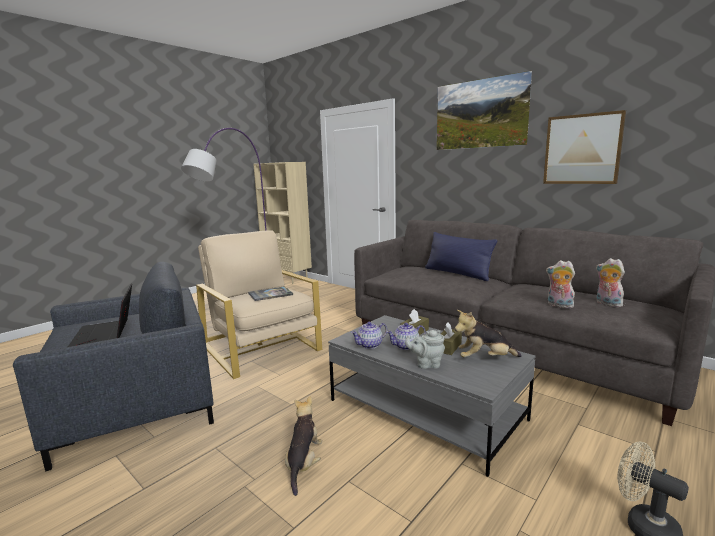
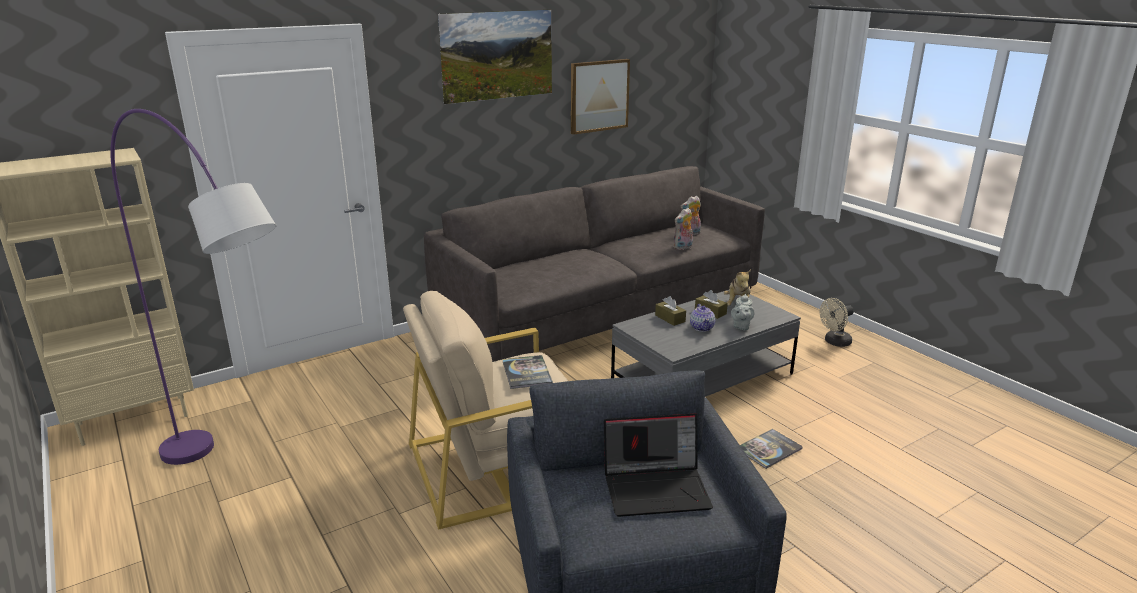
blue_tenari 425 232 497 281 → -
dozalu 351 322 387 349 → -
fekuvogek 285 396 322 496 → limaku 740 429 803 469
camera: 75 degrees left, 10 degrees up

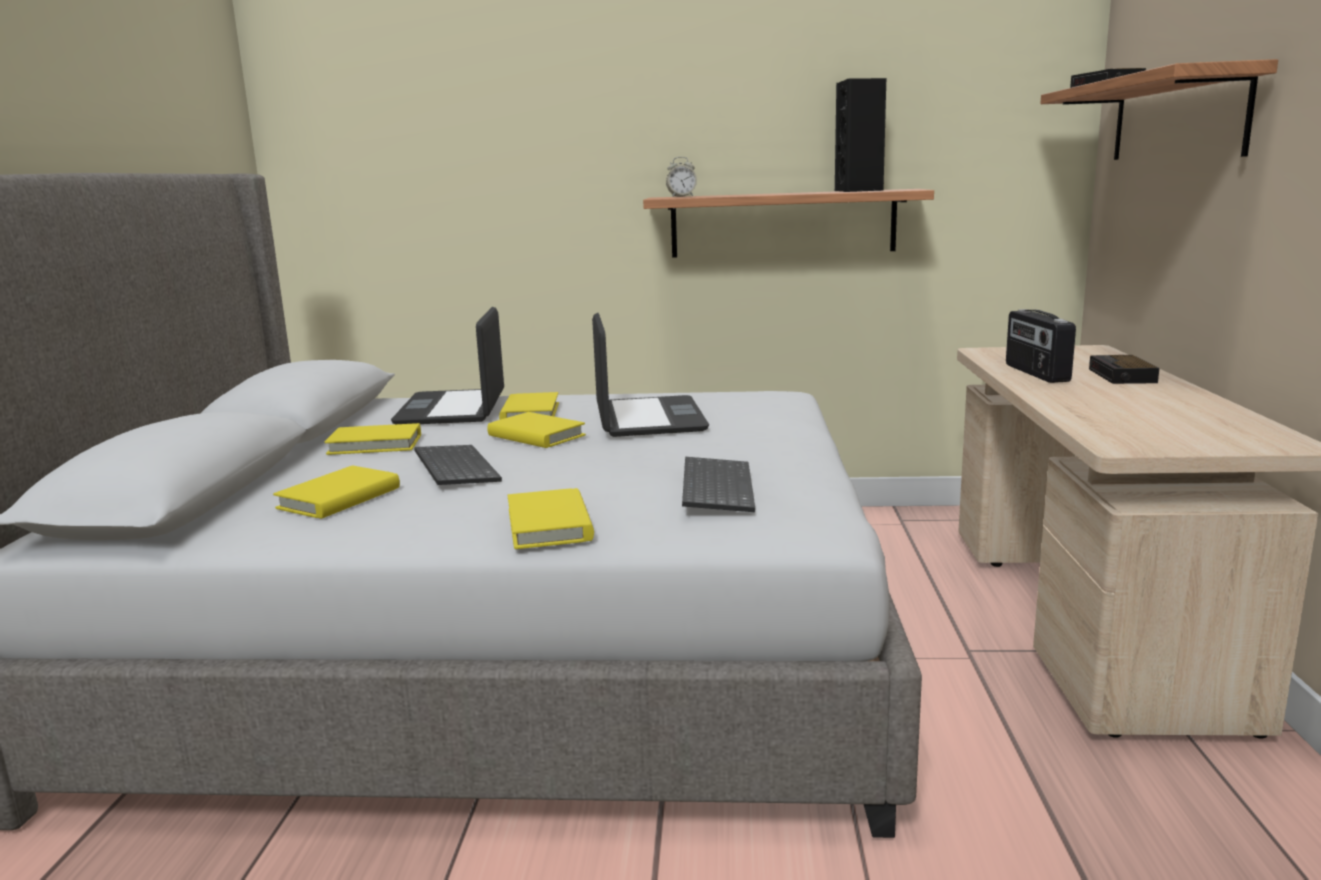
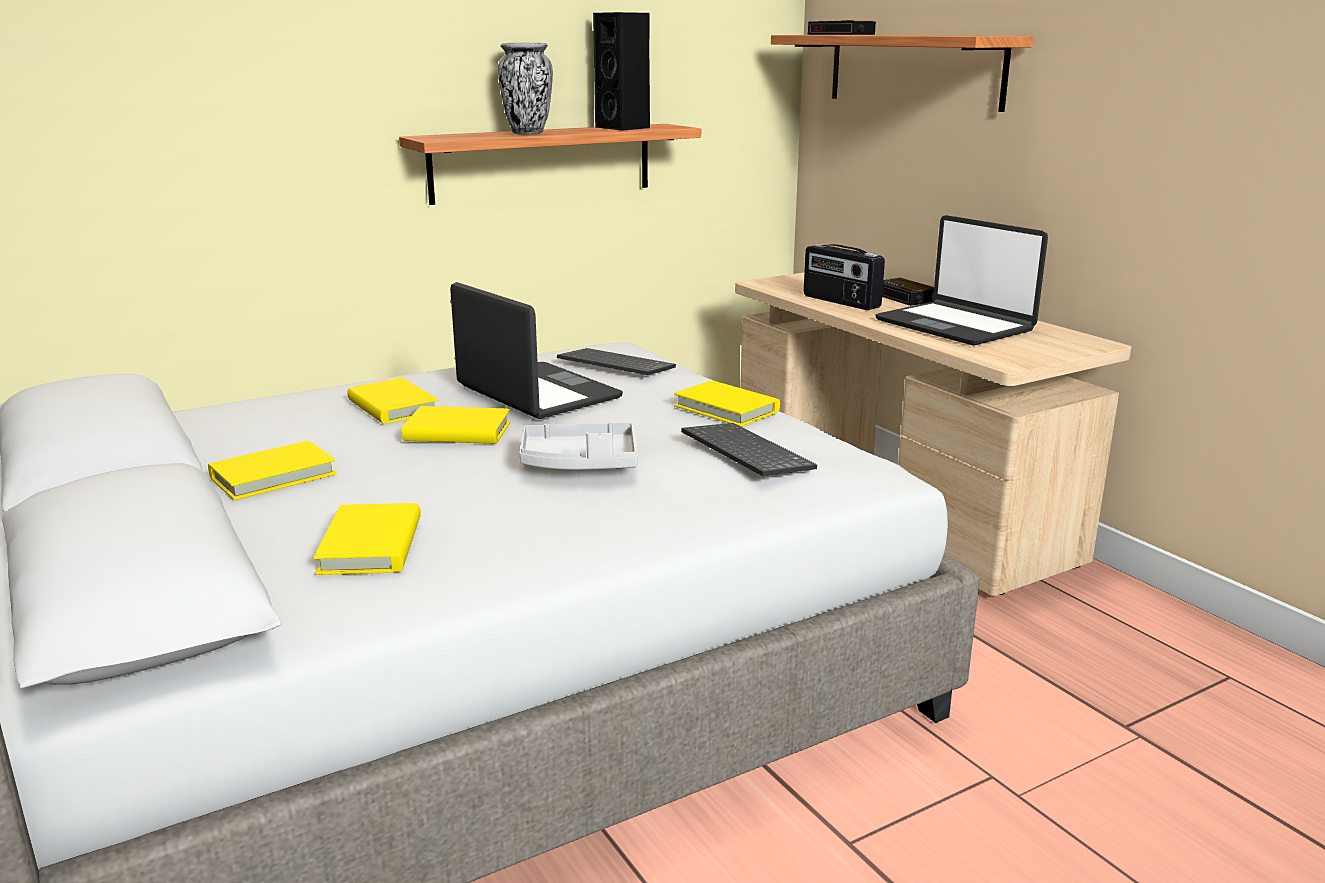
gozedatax 666 157 697 197 → -
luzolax 391 307 504 424 → luzolax 875 215 1048 346, relocated
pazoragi 415 445 502 485 → pazoragi 557 348 676 375, relocated
yellow_limaku 508 488 594 549 → yellow_limaku 674 380 780 427, relocated
- → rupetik 498 43 553 134
- → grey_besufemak 520 422 638 470
camera: 35 degrees left, 5 degrees up

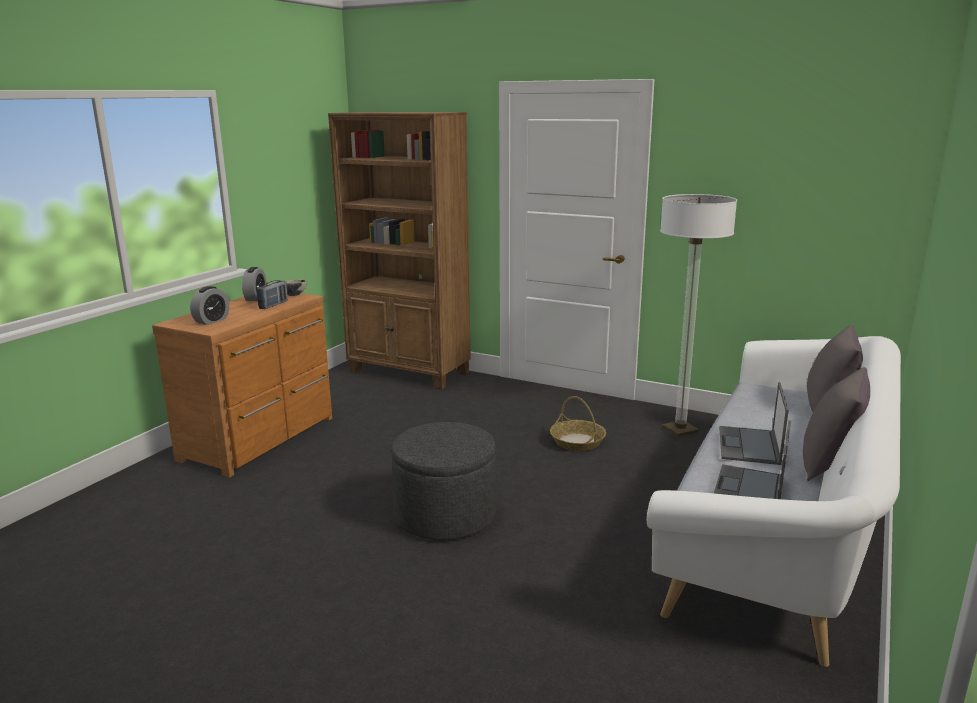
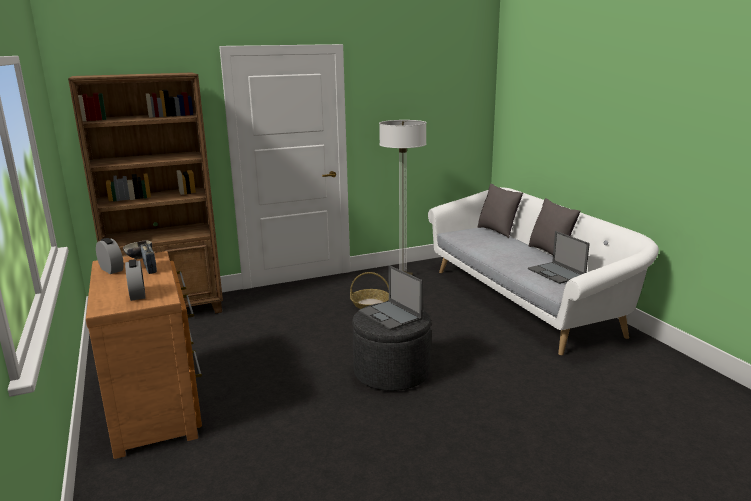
luzolax 719 382 789 465 → luzolax 359 265 423 330, relocated
camera: 50 degrees left, 0 degrees up

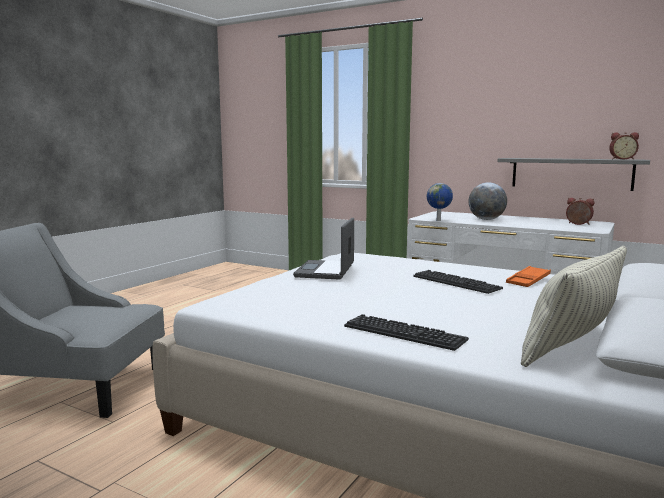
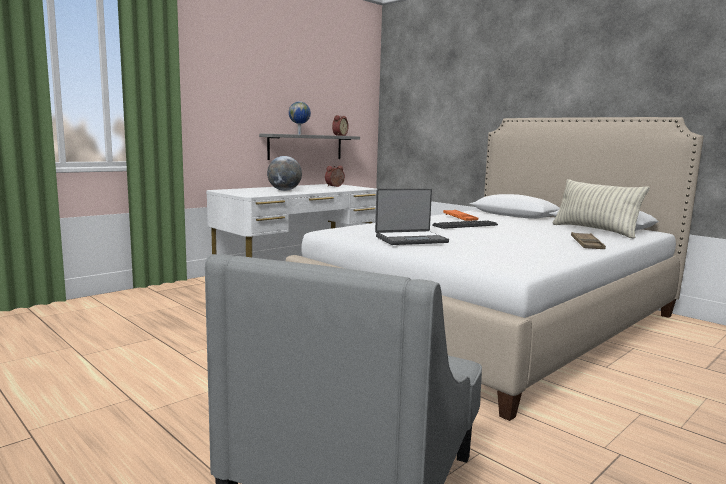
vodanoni 427 183 453 221 → vodanoni 289 102 311 134, relocated
luzolax 293 218 354 280 → luzolax 375 189 449 245, 45 degrees counterclockwise
pazoragi 344 314 469 351 → brown_besufemak 571 232 606 249
camera: 75 degrees left, 0 degrees up

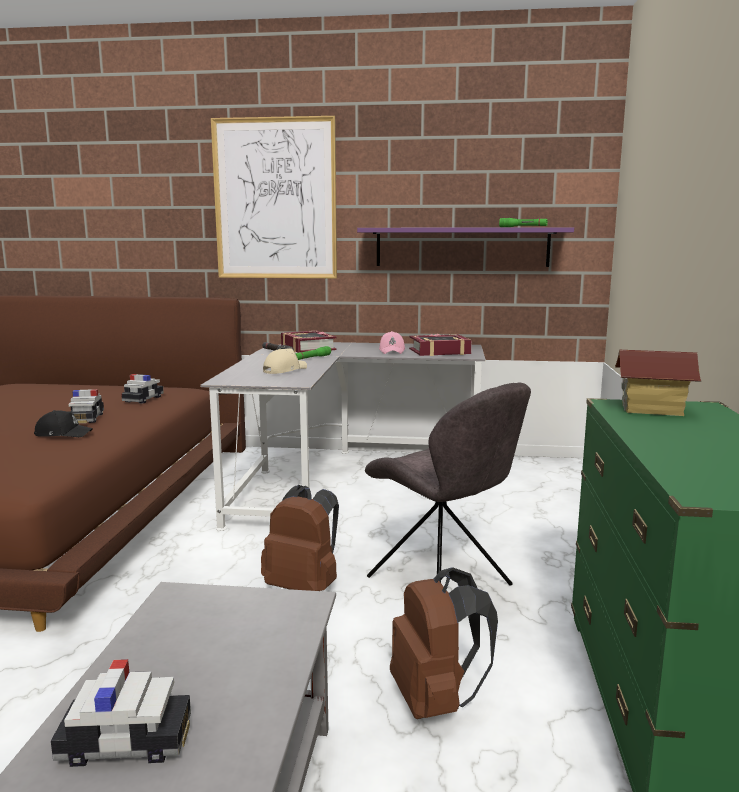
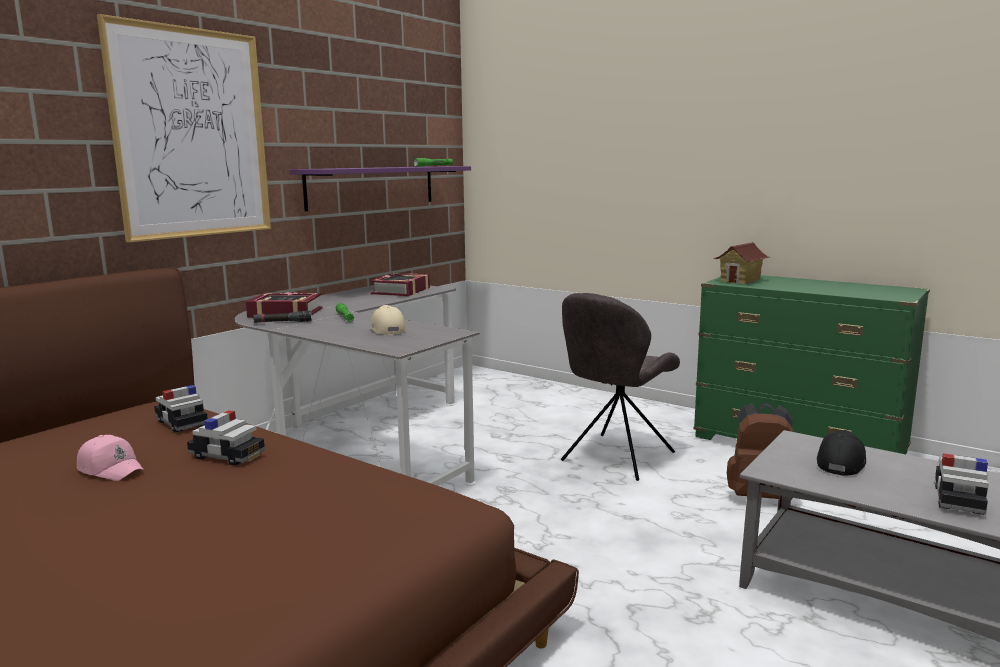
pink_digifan 379 331 405 354 → pink_digifan 77 435 144 481, relocated
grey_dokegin 365 383 531 586 → grey_dokegin 561 293 680 481, 135 degrees clockwise
black_digifan 34 410 93 437 → black_digifan 817 430 866 476, relocated
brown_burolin 261 485 339 591 → -
camera: 60 degrees left, 0 degrees up

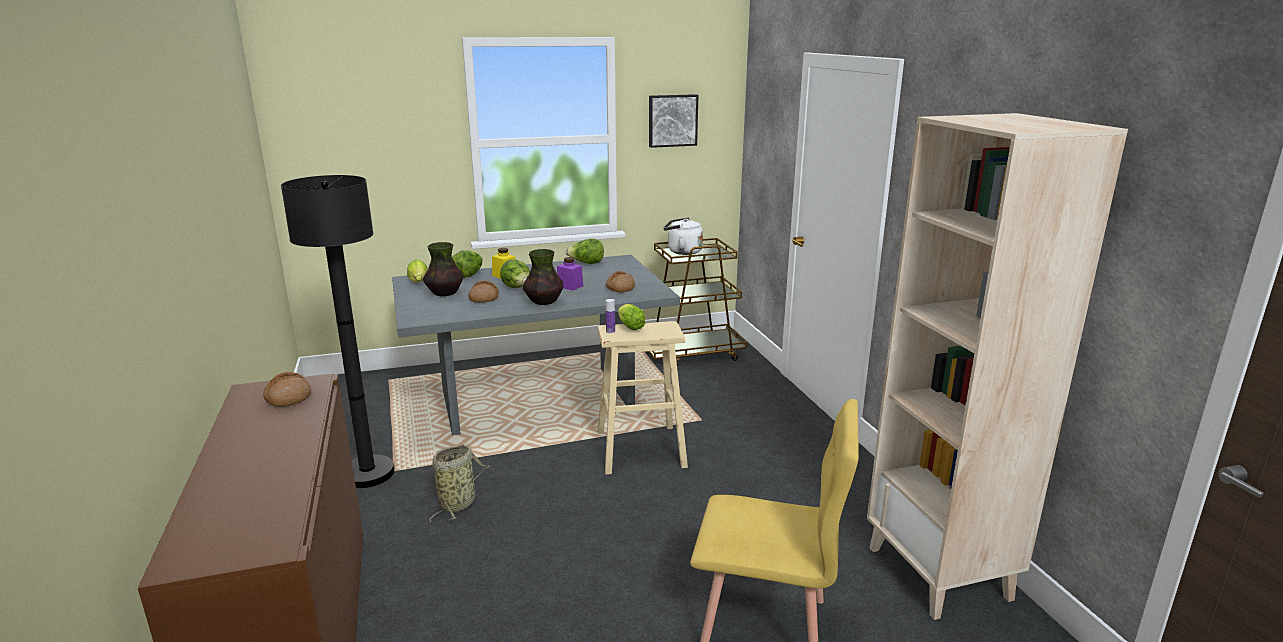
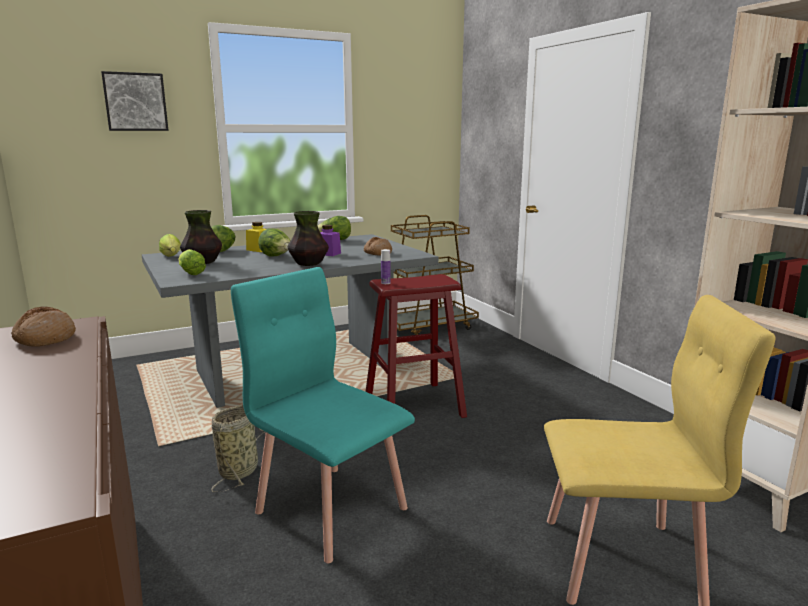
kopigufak 649 94 698 148 → kopigufak 101 71 169 131, relocated
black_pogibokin 281 175 395 488 → -
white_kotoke 663 217 703 255 → -
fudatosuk 468 281 499 303 → -
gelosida 618 304 645 330 → gelosida 178 249 206 275, relocated
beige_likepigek 597 321 688 475 → red_likepigek 365 274 467 418
- → turquoise_dokegin 231 267 415 563
camera: 10 degrees left, 5 degrees down

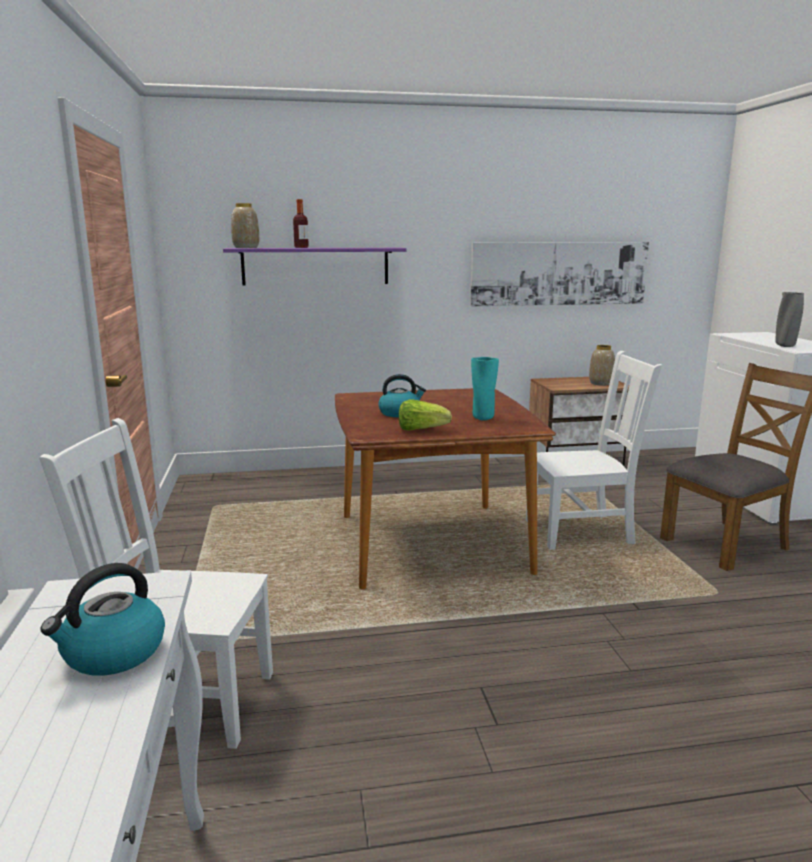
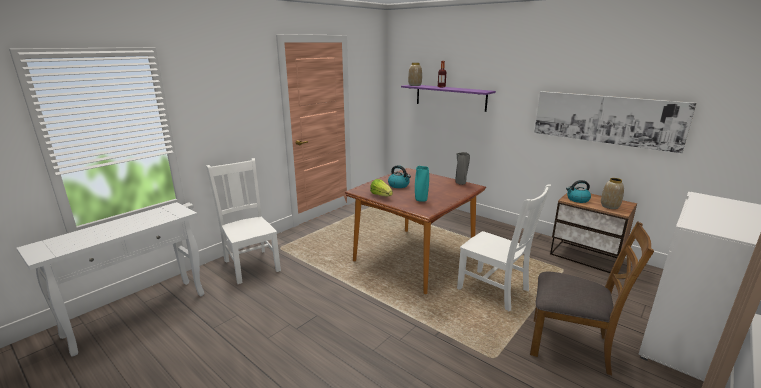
grey_rupetik 775 292 804 347 → grey_rupetik 455 152 470 185, relocated
kotoke 40 563 165 676 → kotoke 566 180 591 203, relocated
camera: 50 degrees right, 5 degrees up

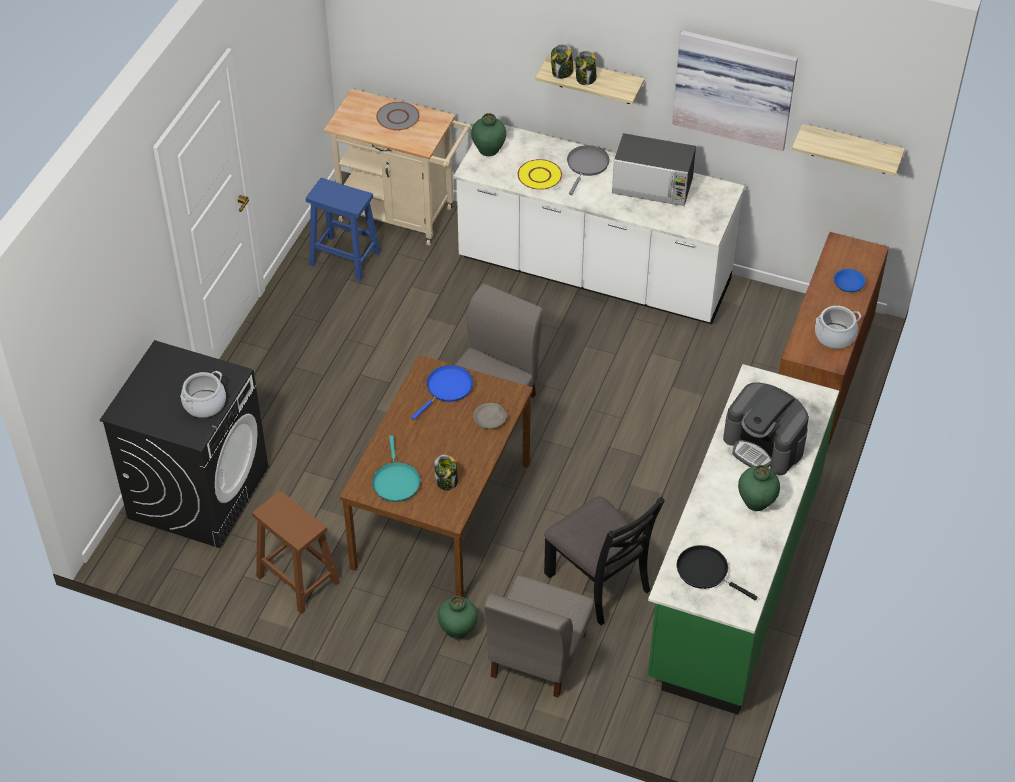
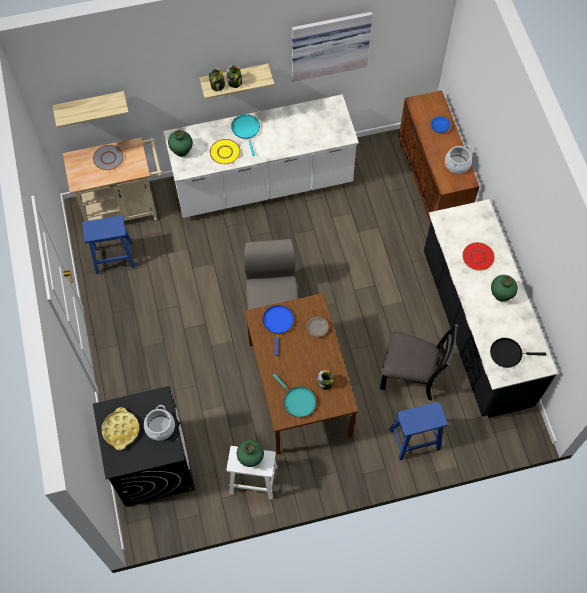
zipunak 792 124 905 176 → zipunak 52 91 129 128, relocated
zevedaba 612 133 696 206 → -
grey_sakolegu 567 145 610 195 → turquoise_sakolegu 231 114 260 156
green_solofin 648 364 839 715 → black_solofin 424 199 558 418
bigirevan 723 382 809 475 → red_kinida 462 242 495 271
brown_likepigek 252 491 340 614 → white_likepigek 226 446 278 500
grey_dokegin 484 575 595 698 → blue_likepigek 389 402 448 460
green_rupetik 438 596 478 639 → green_rupetik 237 439 264 467, relocated
- → yellow_besufemak 102 407 139 450
camera: 35 degrees left, 15 degrees up

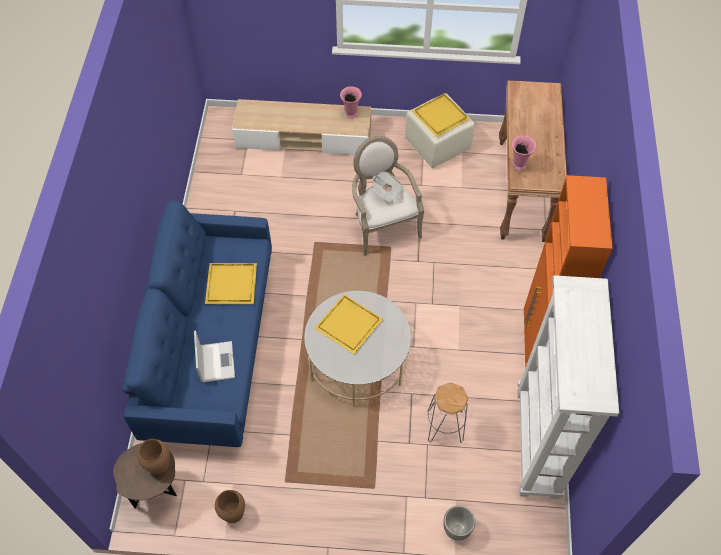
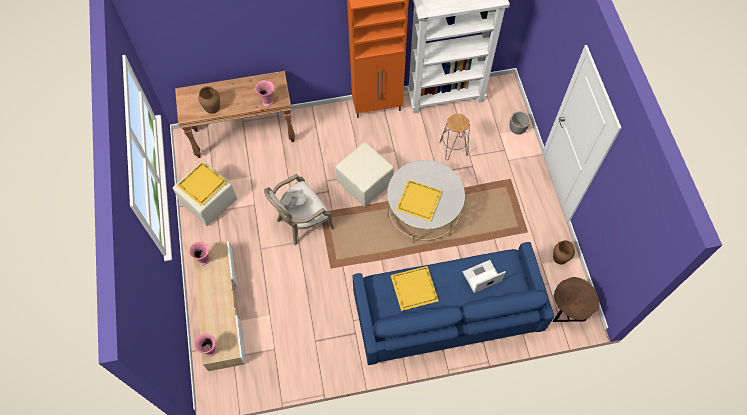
brown_rupetik 137 439 170 475 → brown_rupetik 198 86 220 114, relocated
- → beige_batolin 336 142 394 207
- → pink_rupetik 194 333 217 356
camera: 105 degrees left, 5 degrees up

